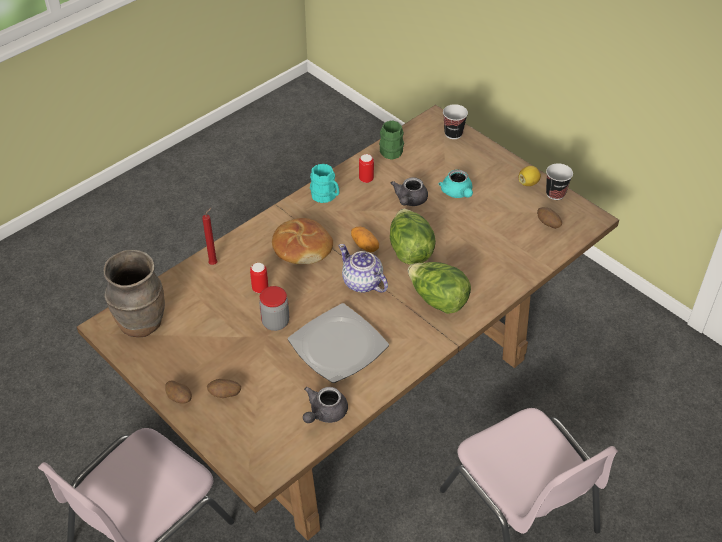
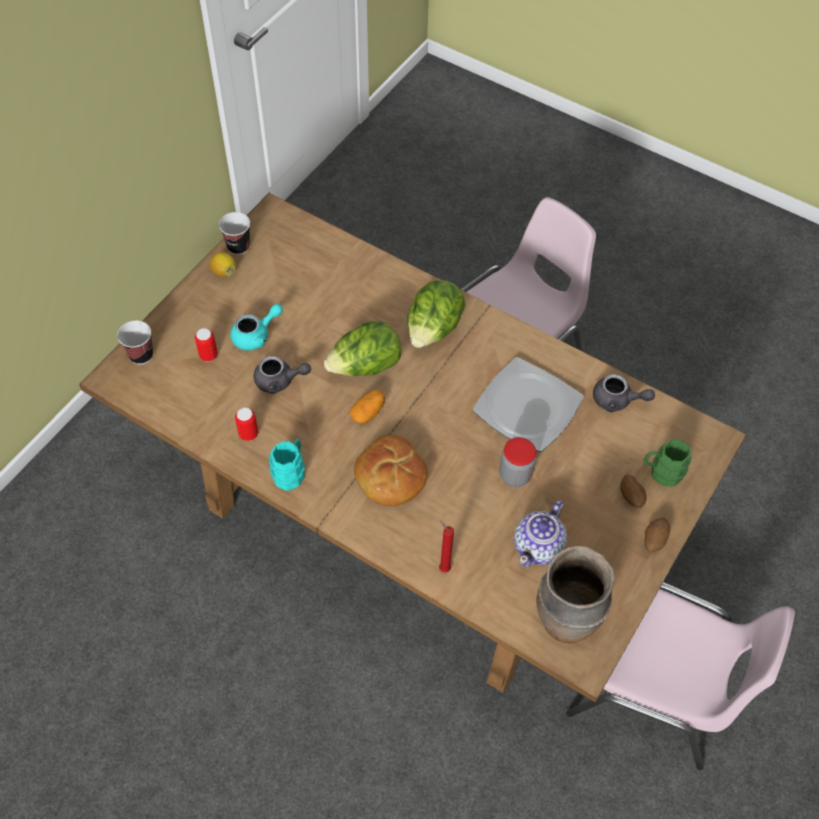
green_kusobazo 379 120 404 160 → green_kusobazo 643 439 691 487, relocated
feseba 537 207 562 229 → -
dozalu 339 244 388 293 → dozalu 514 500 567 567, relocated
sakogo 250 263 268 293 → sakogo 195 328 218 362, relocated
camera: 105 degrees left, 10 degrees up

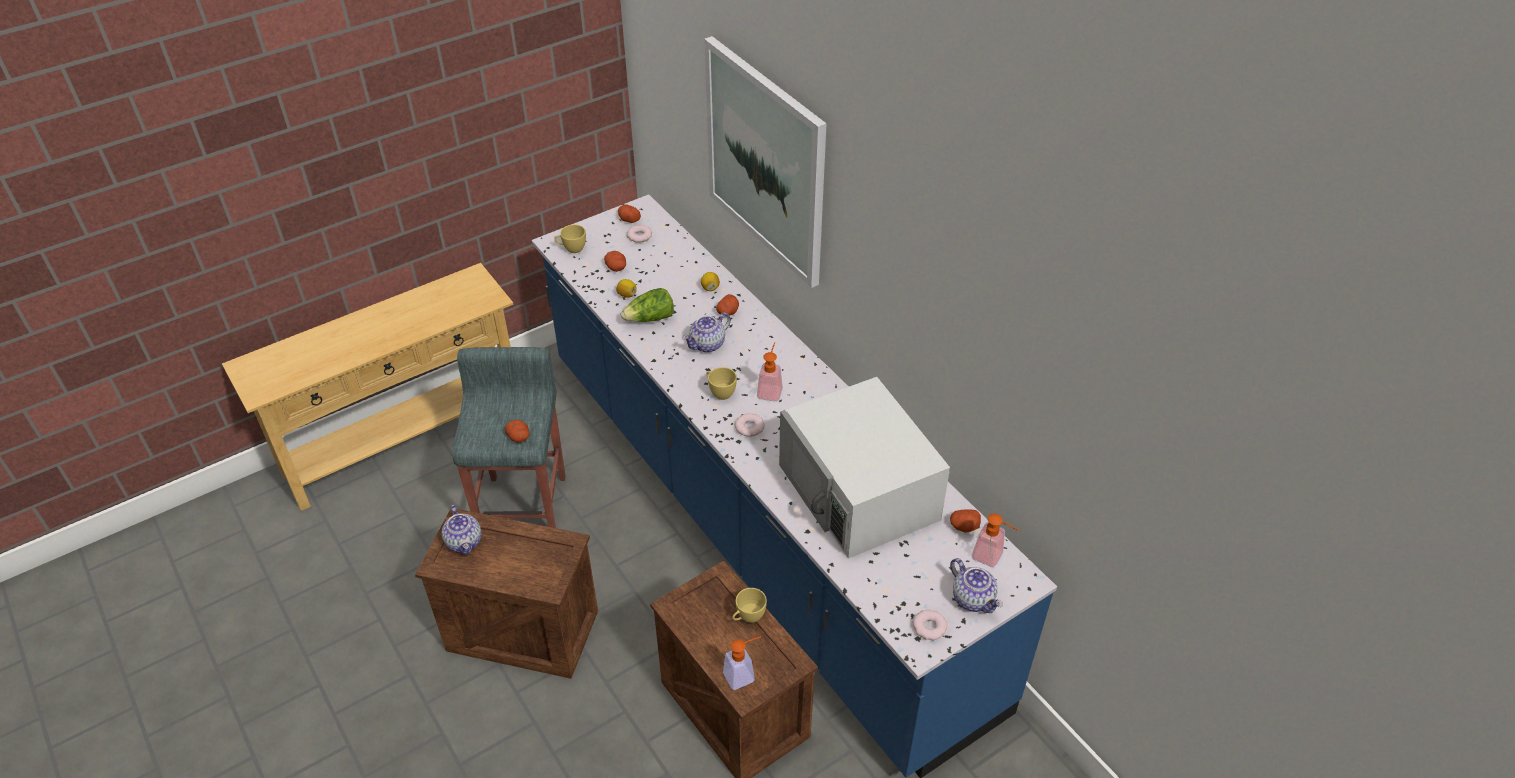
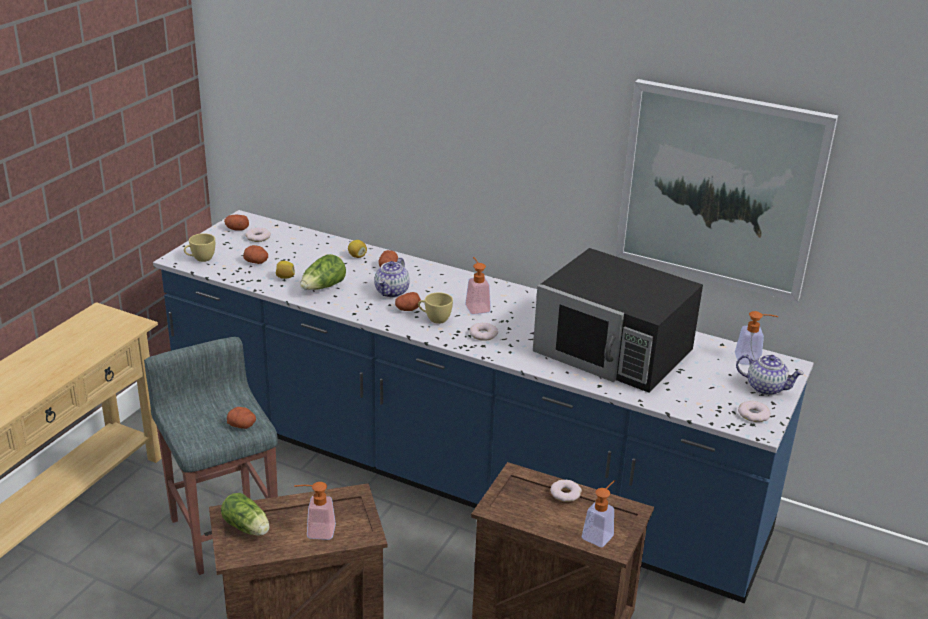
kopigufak 704 36 827 288 → kopigufak 615 79 838 302, relocated
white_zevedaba 779 377 950 559 → black_zevedaba 533 248 703 393
dozalu 442 504 482 555 → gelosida 221 493 269 536
feseba 950 509 981 532 → feseba 395 292 421 311, relocated
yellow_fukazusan 732 588 767 623 → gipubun 550 480 582 502
- → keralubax 294 482 336 540
camera: 30 degrees left, 15 degrees down

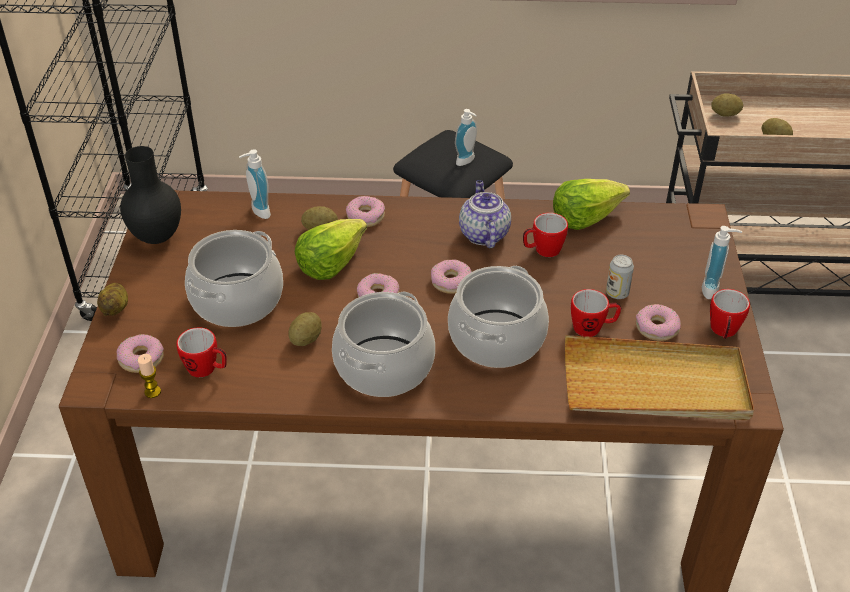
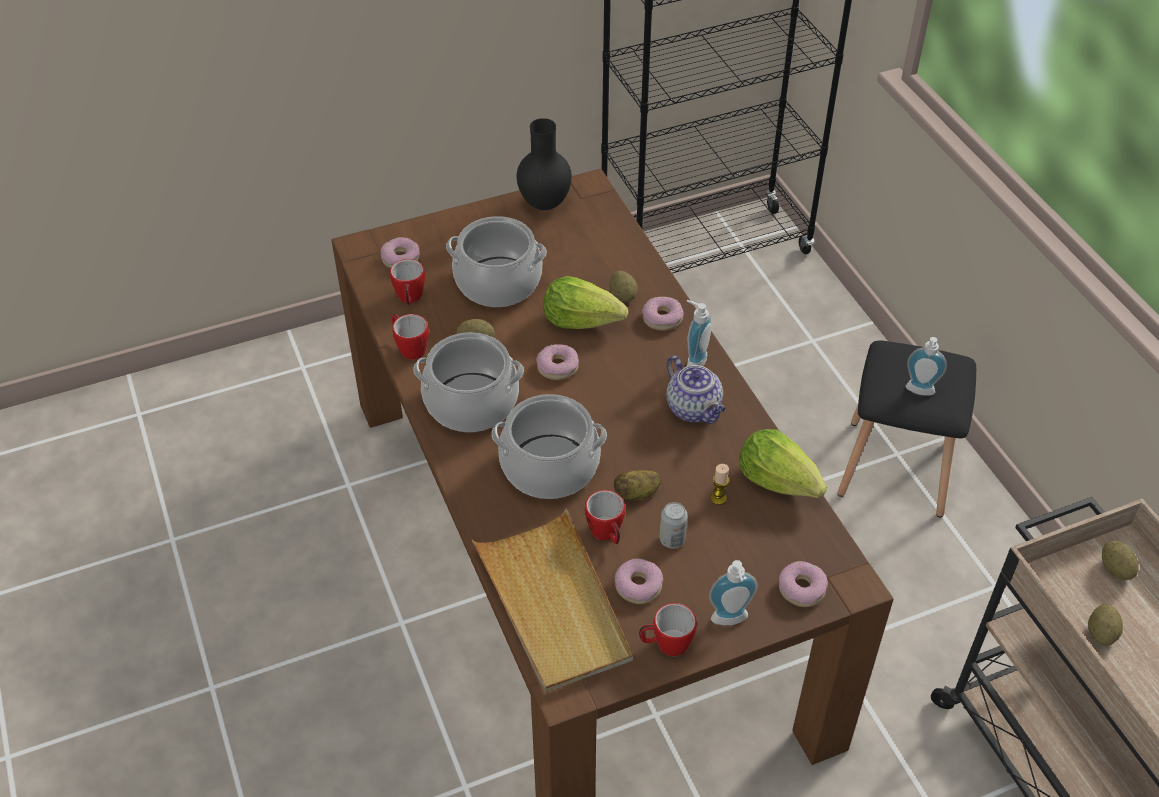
keralubax 239 149 271 219 → keralubax 687 300 712 366, relocated
dozalu 459 180 511 248 → dozalu 666 356 726 424, 90 degrees clockwise
kusobazo 523 213 568 257 → kusobazo 391 314 429 360, relocated
gipubun 431 259 472 294 → gipubun 779 561 828 607, relocated
feseba 97 283 128 316 → feseba 614 470 661 500, relocated
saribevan 138 354 161 398 → saribevan 711 464 729 505, relocated
camera: 65 degrees right, 5 degrees up

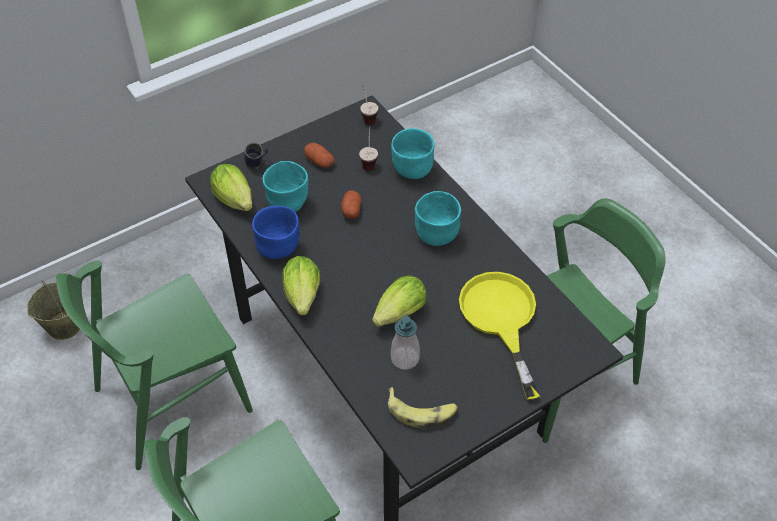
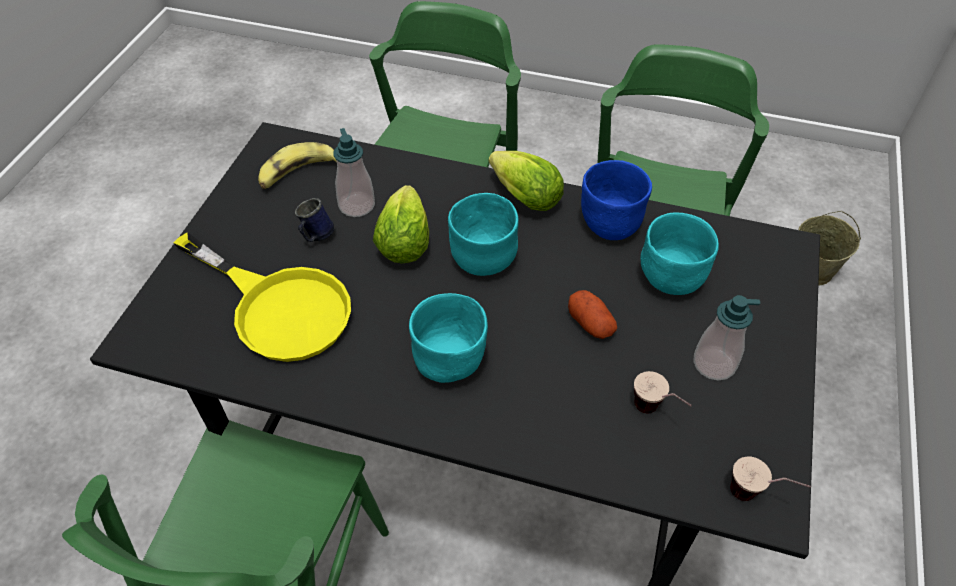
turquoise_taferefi 391 128 434 179 → turquoise_taferefi 448 193 519 276, relocated
blue_kusobazo 244 143 268 168 → blue_kusobazo 295 198 335 242, relocated
feseba 304 143 334 168 → keralubax 693 295 760 380
gelosida 210 164 253 211 → -
camera: 140 degrees right, 0 degrees up

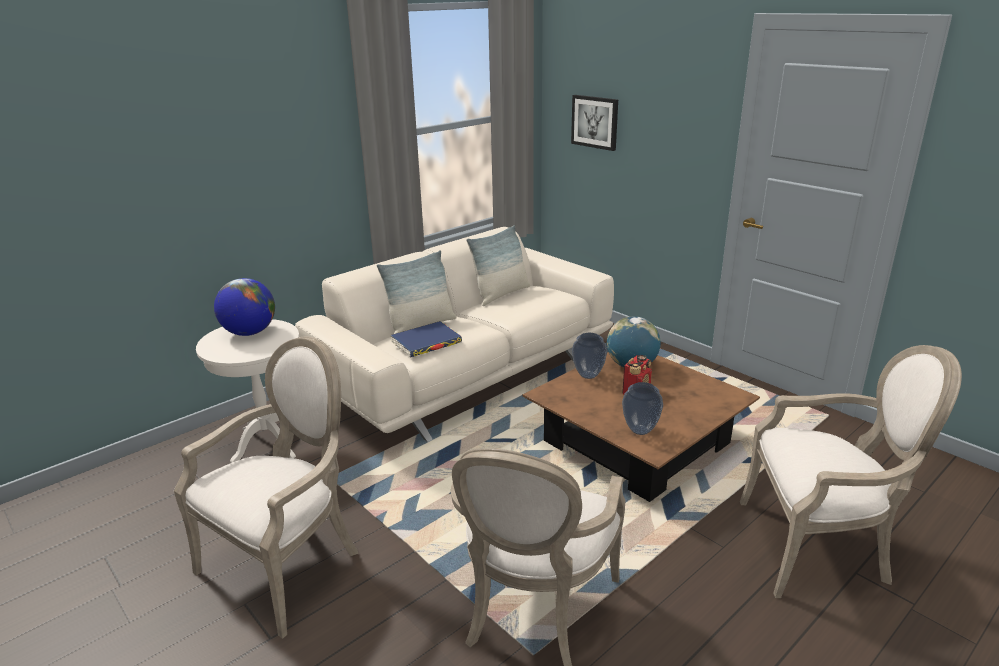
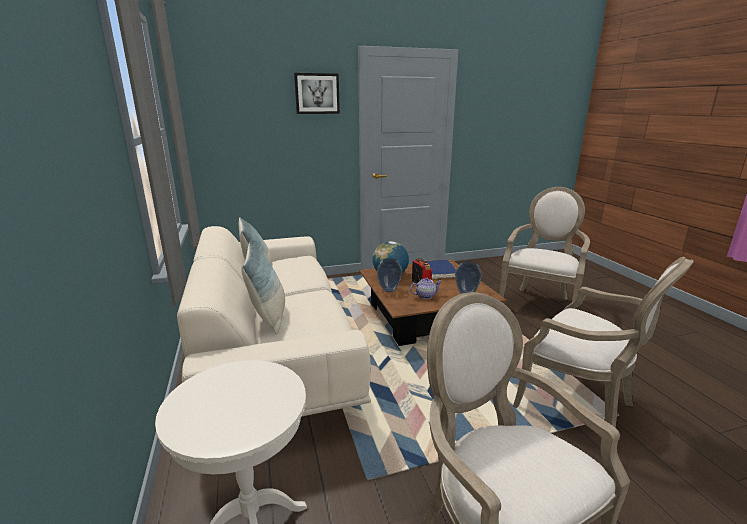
kopigufak 571 95 618 151 → kopigufak 294 73 340 114, relocated
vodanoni 214 278 275 336 → -
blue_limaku 390 321 462 357 → blue_limaku 426 260 457 279, relocated
- → dozalu 410 278 442 299
camera: 65 degrees left, 5 degrees down

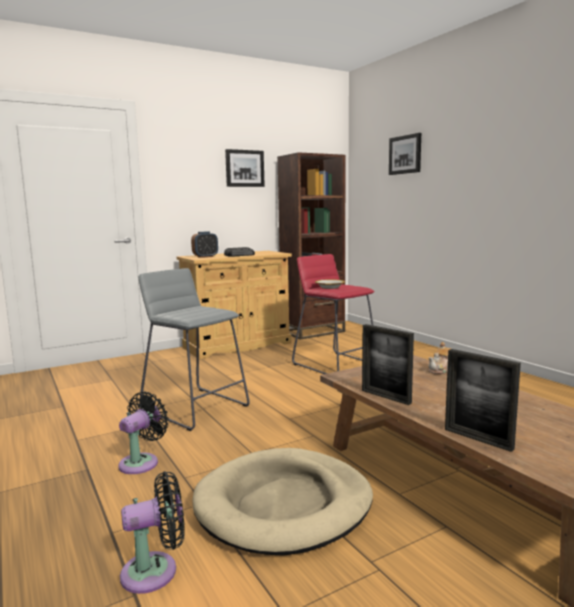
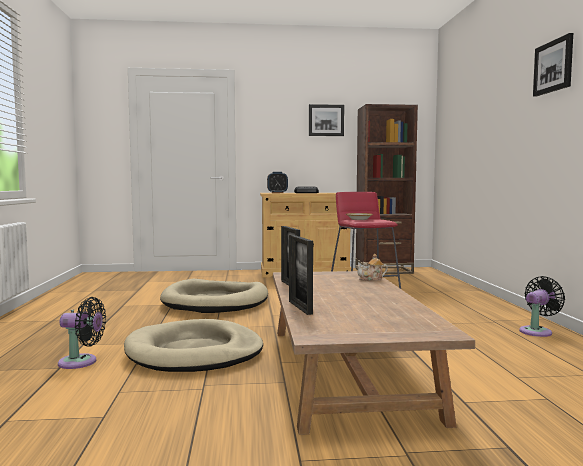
kopigufak 389 133 421 175 → kopigufak 533 33 573 97, relocated
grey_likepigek 139 268 250 431 → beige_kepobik 160 279 268 313
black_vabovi 118 391 169 474 → black_vabovi 519 276 565 337, relocated
camera: 25 degrees right, 5 degrees down

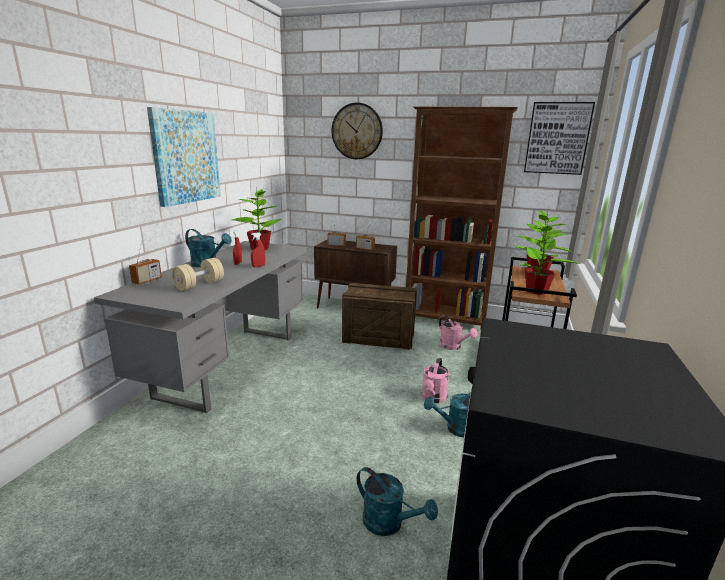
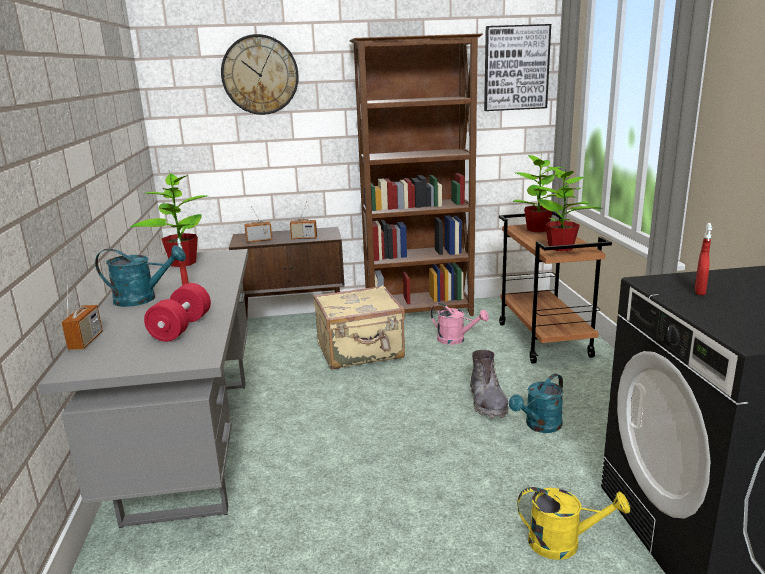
kopigufak 147 107 221 207 → -
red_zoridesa 251 232 265 267 → red_zoridesa 695 223 712 295, relocated
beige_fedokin 172 258 224 291 → red_fedokin 144 283 211 342
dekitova 342 283 417 350 → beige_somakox 313 285 405 369
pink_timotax 422 358 449 403 → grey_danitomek 470 350 509 419
turquoise_timotax 357 467 438 536 → yellow_timotax 517 487 630 560
camera: 25 degrees left, 0 degrees up

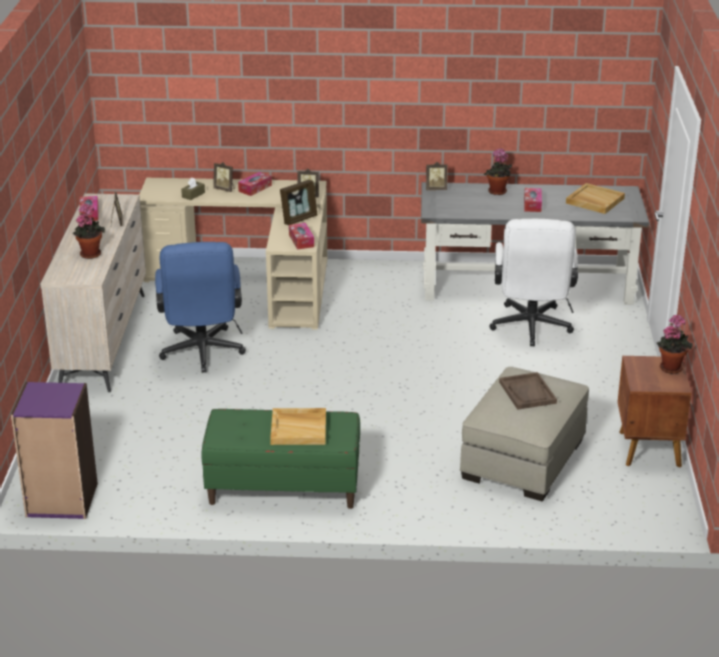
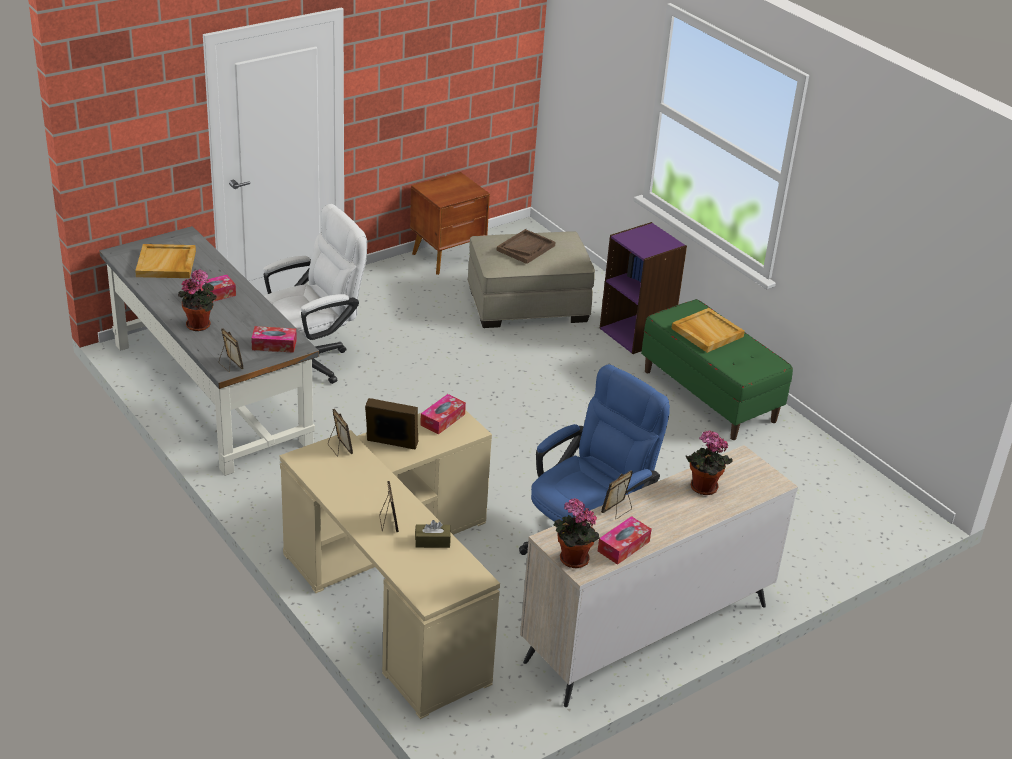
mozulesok 238 172 272 196 → mozulesok 251 326 297 353, relocated
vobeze 657 314 693 374 → vobeze 554 499 600 568, relocated
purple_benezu 11 382 98 519 → purple_benezu 599 222 687 354, relocated
camera: 130 degrees left, 5 degrees up

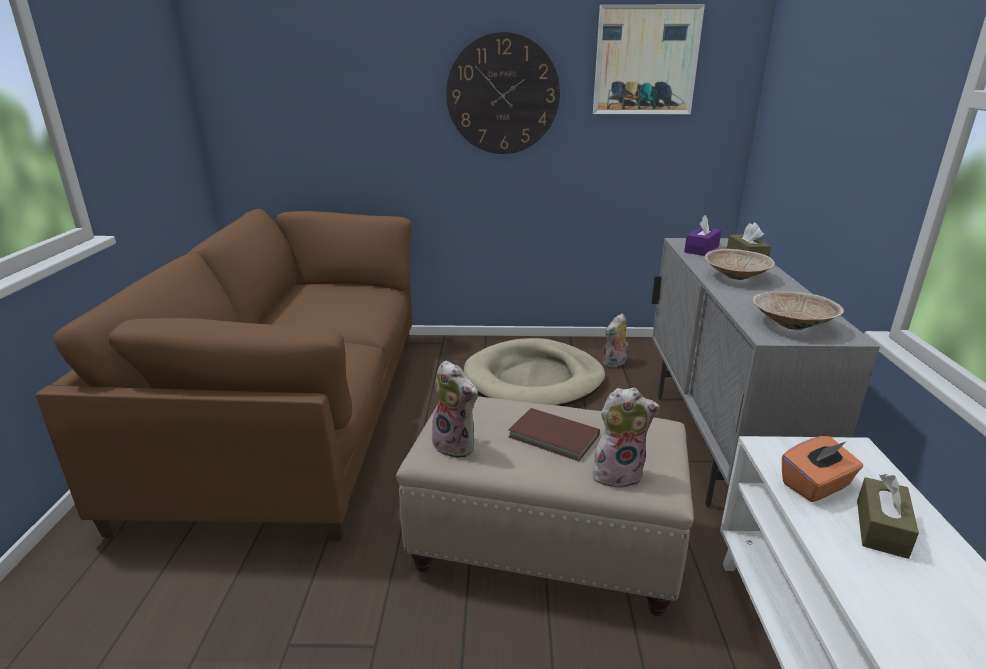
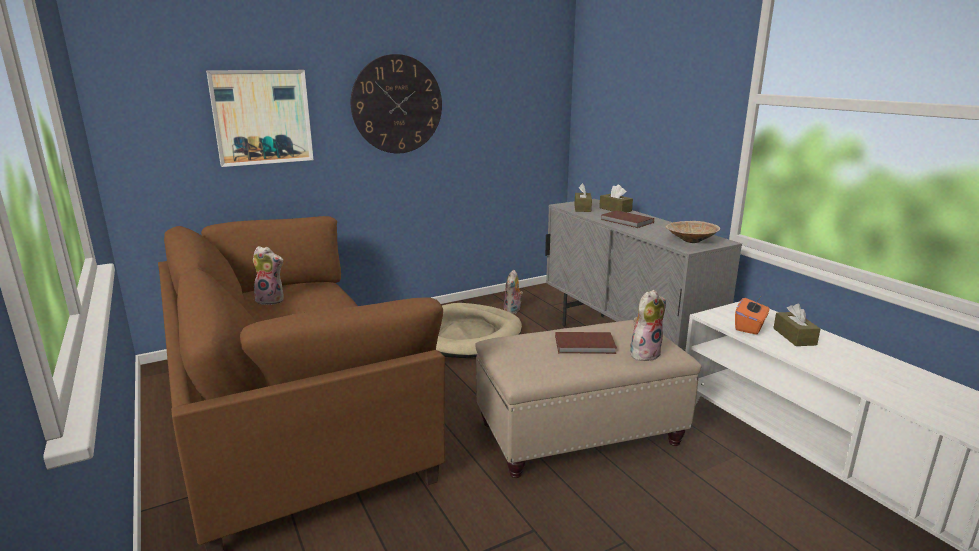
kopigufak 593 4 705 114 → kopigufak 206 70 314 167, relocated
purple_mozulesok 684 215 721 256 → brown_mozulesok 574 183 592 212
beige_taferefi 705 249 775 280 → brown_limaku 601 210 654 228
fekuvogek 432 360 479 459 → fekuvogek 253 246 284 305, relocated
camera: 30 degrees left, 5 degrees down

